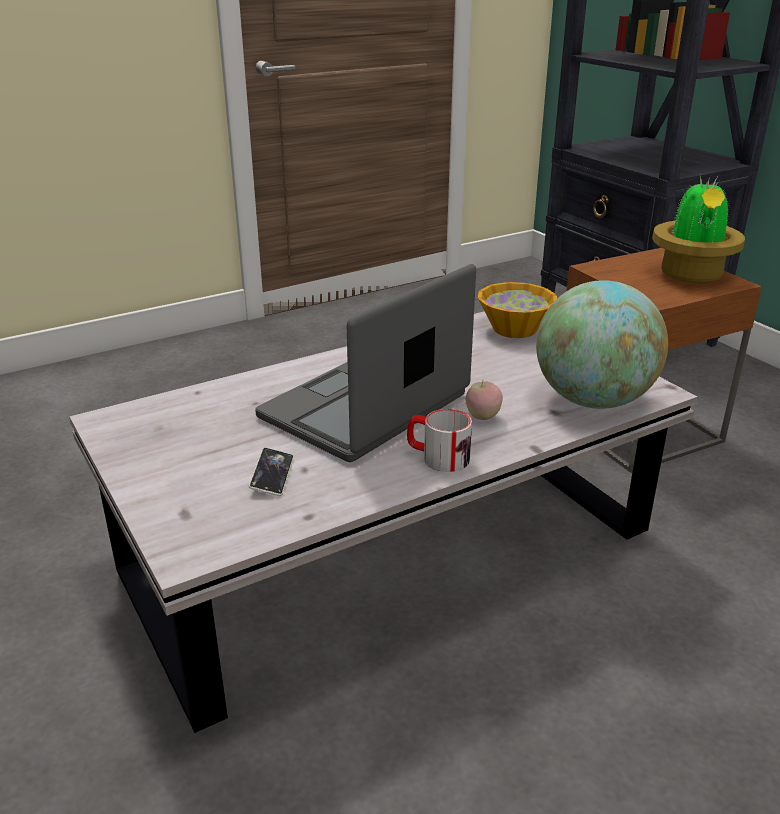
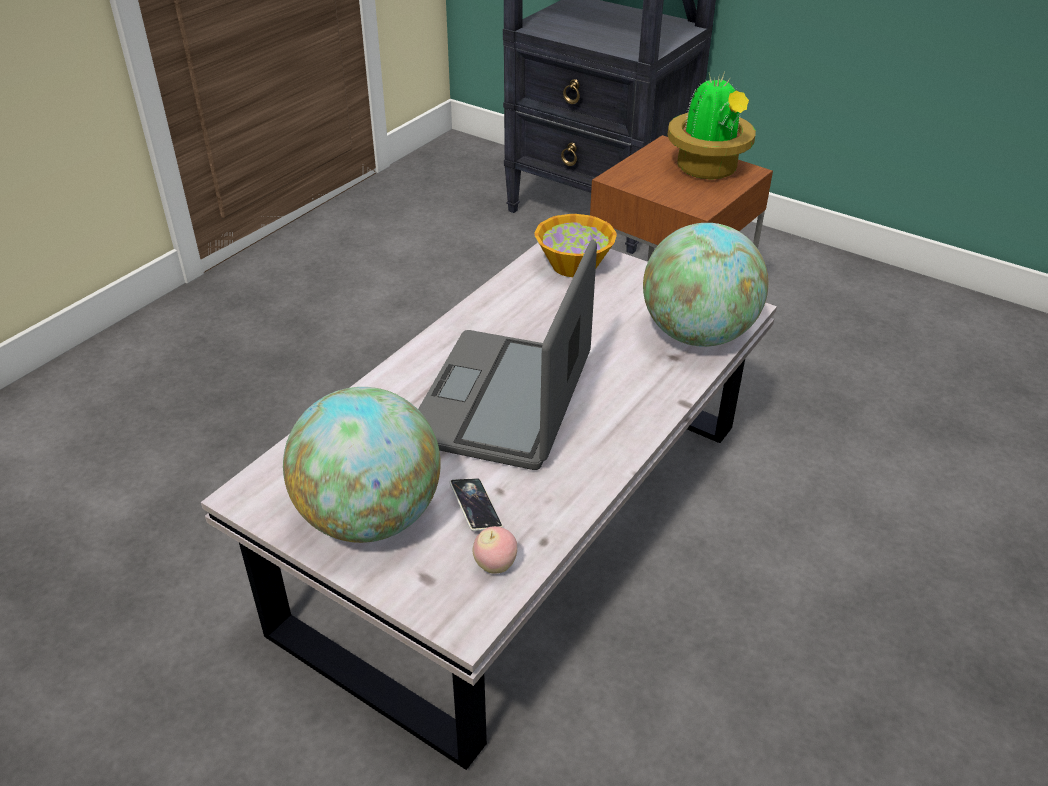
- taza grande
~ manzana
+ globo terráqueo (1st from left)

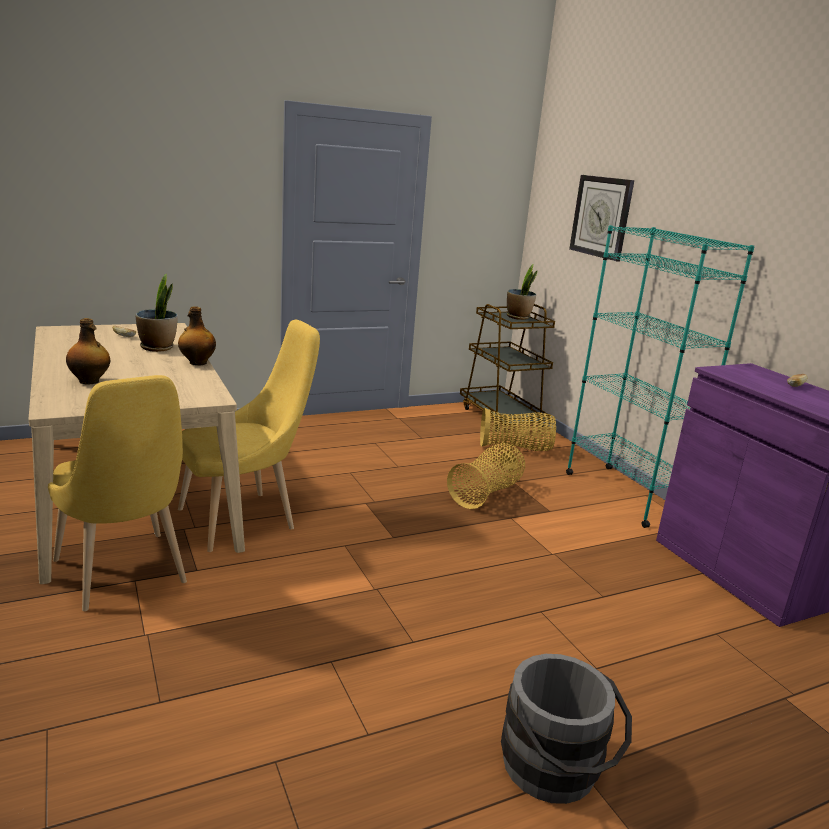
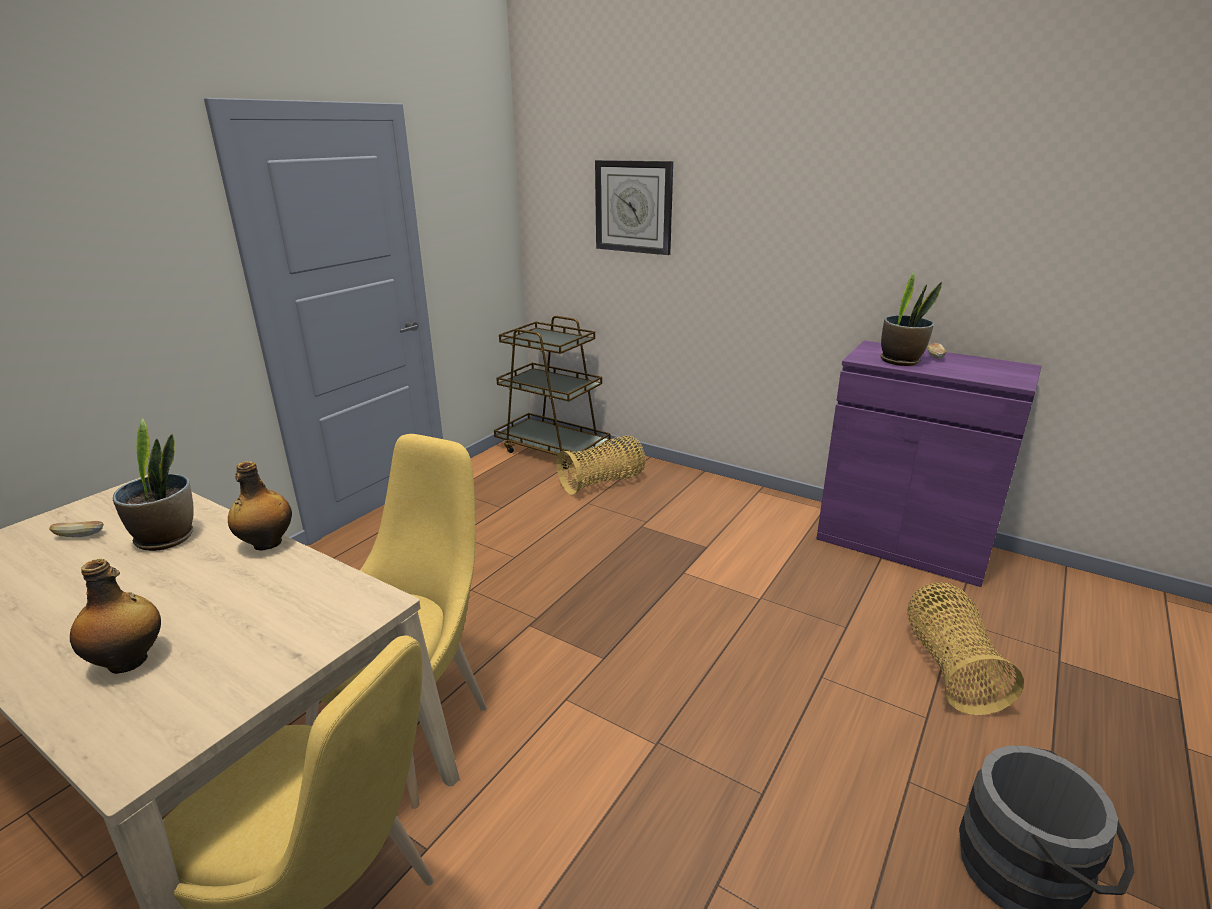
~ cesta (1st from left in the first image) to cesta (2nd from left)
~ planta en maceta (2nd from left)
- estantería [turquesa]

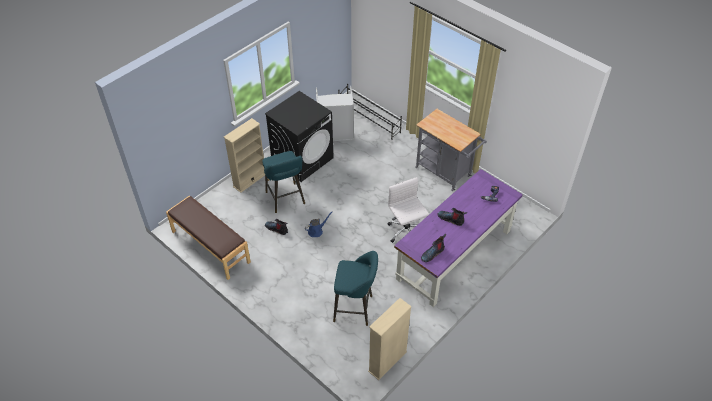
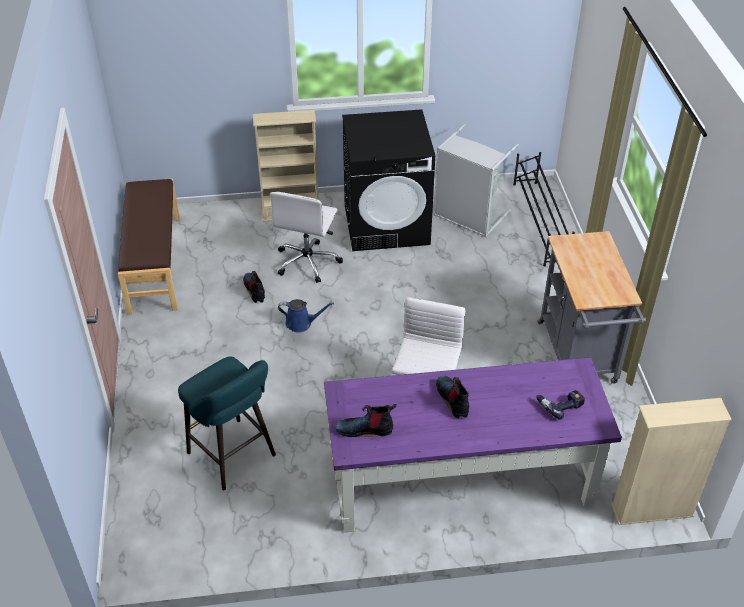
~ taburete [turquesa] (1st from left) to silla de oficina [blanco] (1st from left)
~ estantería [beis] (2nd from left)

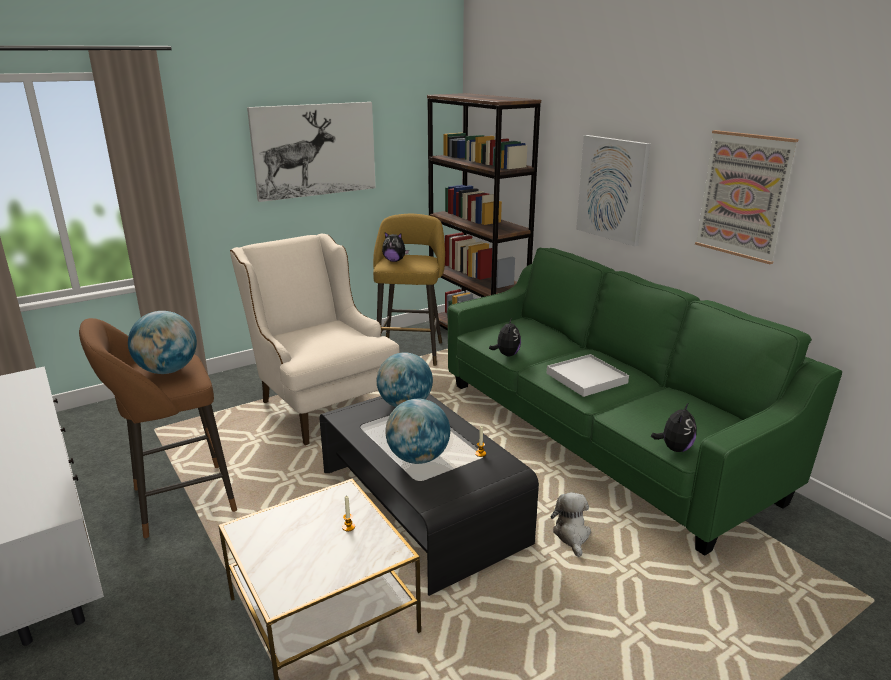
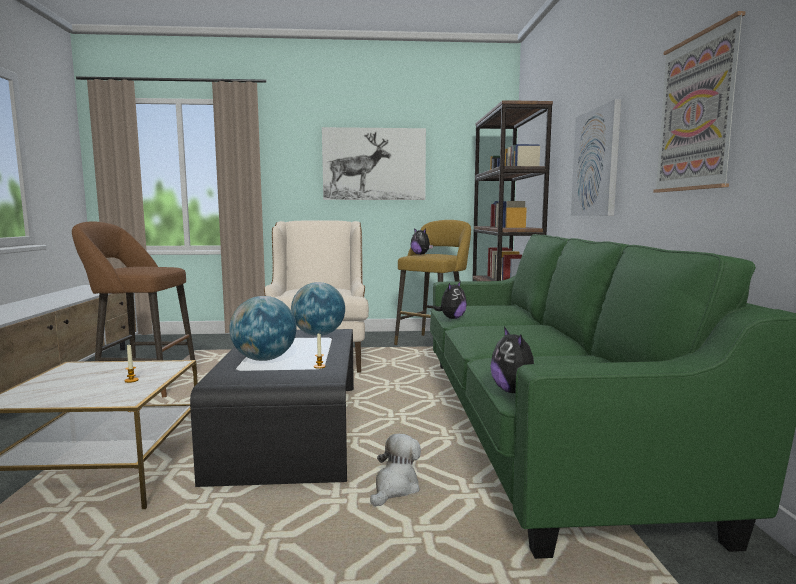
- globo terráqueo (1st from left)
- bandeja [blanco]
~ peluche (4th from left) 105 degrees clockwise

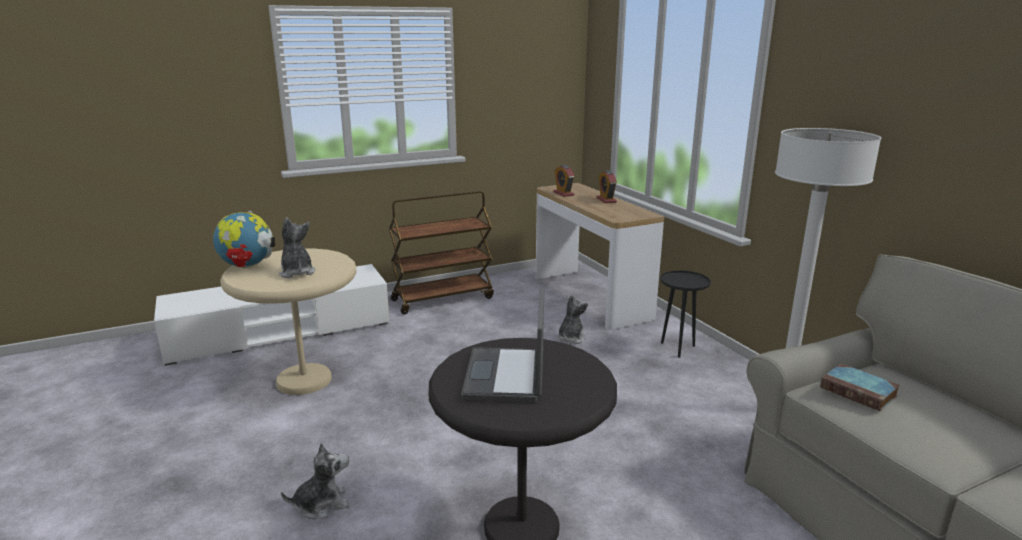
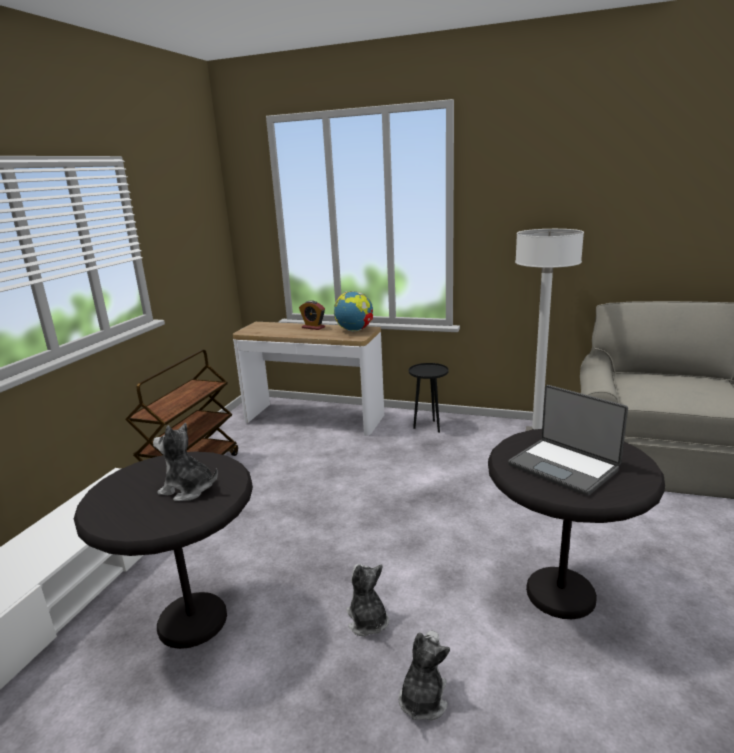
~ globo terráqueo
~ mesa auxiliar [beis] to mesa auxiliar [negro] (1st from left)
- despertador (1st from left)
~ peluche (3rd from left in the first image) to peluche (2nd from left)
- libro

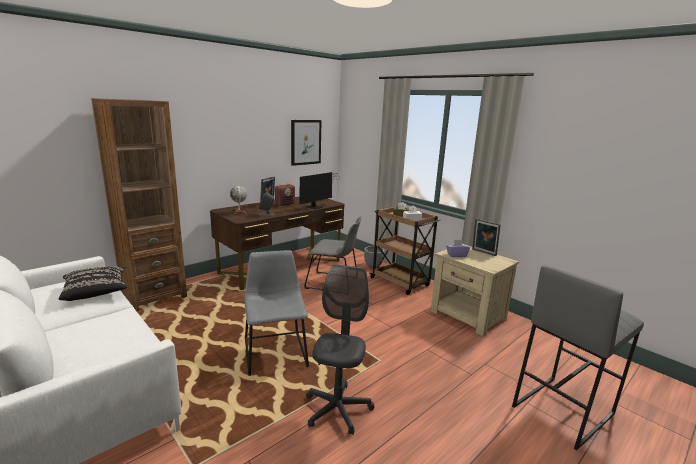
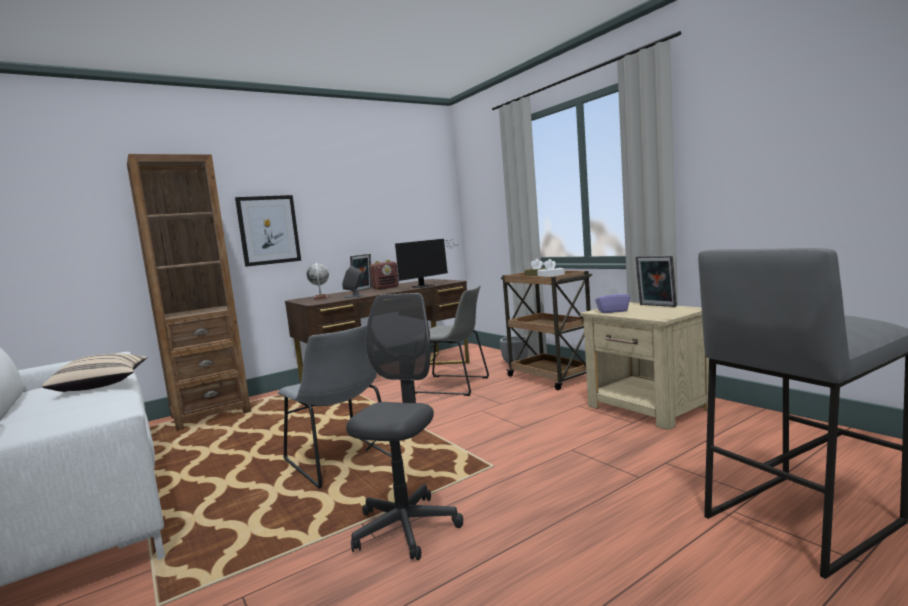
~ cojín [negro] to cojín [beis]
~ silla [gris] (1st from left) 150 degrees clockwise
~ cuadro

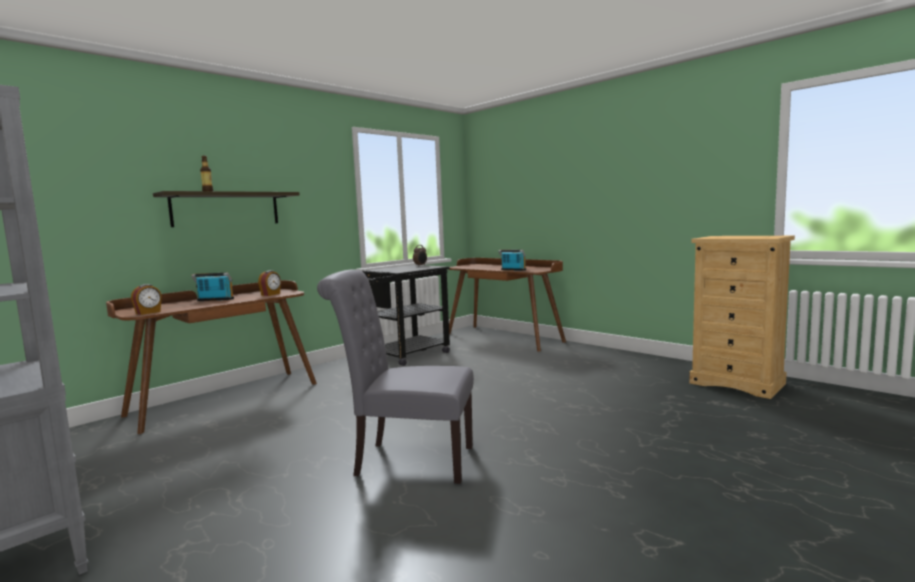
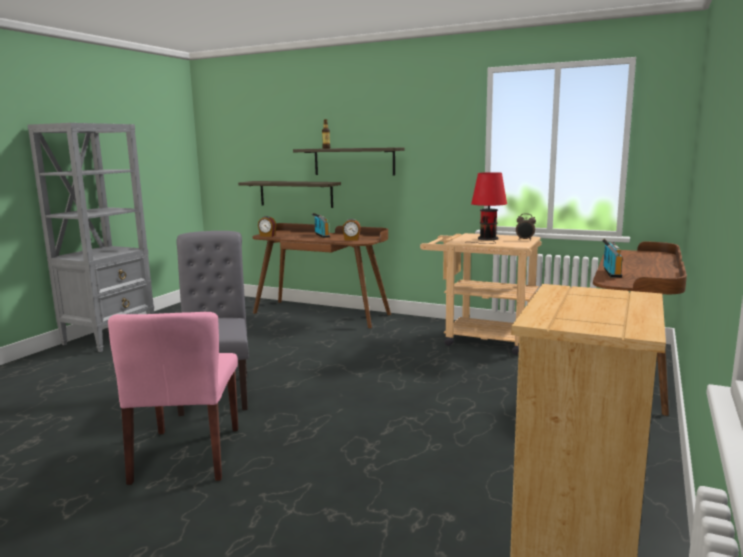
~ carrito [negro] to carrito [beis]
+ silla [rosa]
+ estante (1st from left)
+ lámpara de mesa [rojo]

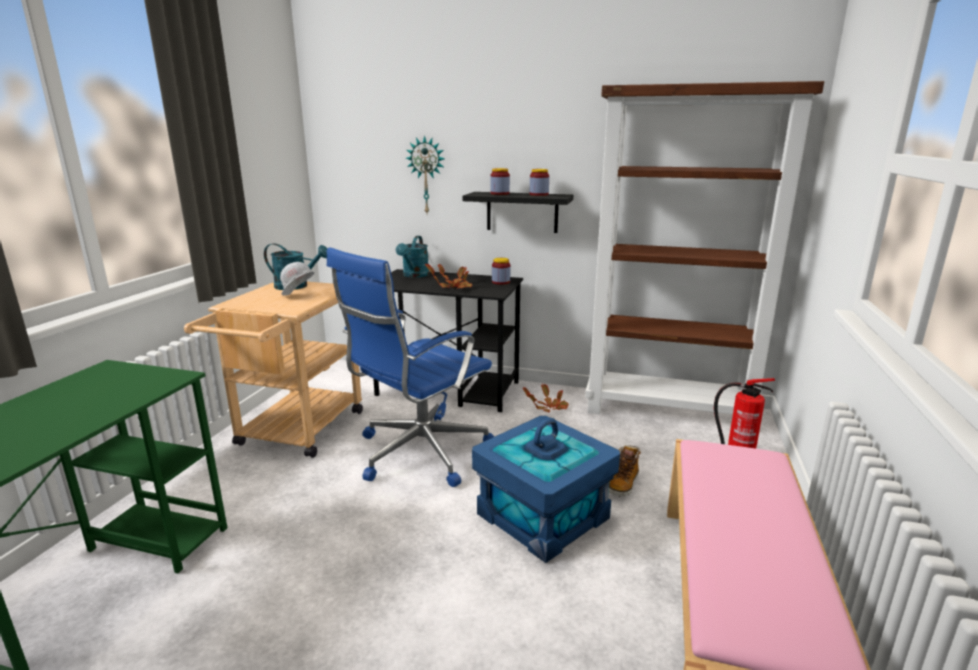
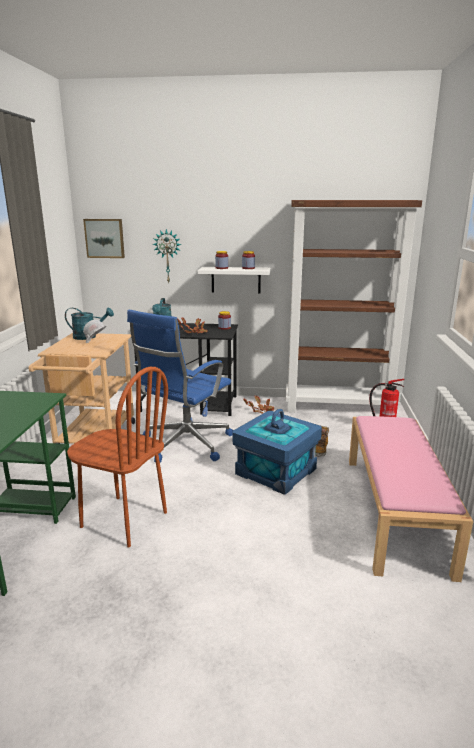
~ estante [negro] to estante [blanco]
+ silla [marrón]
+ cuadro

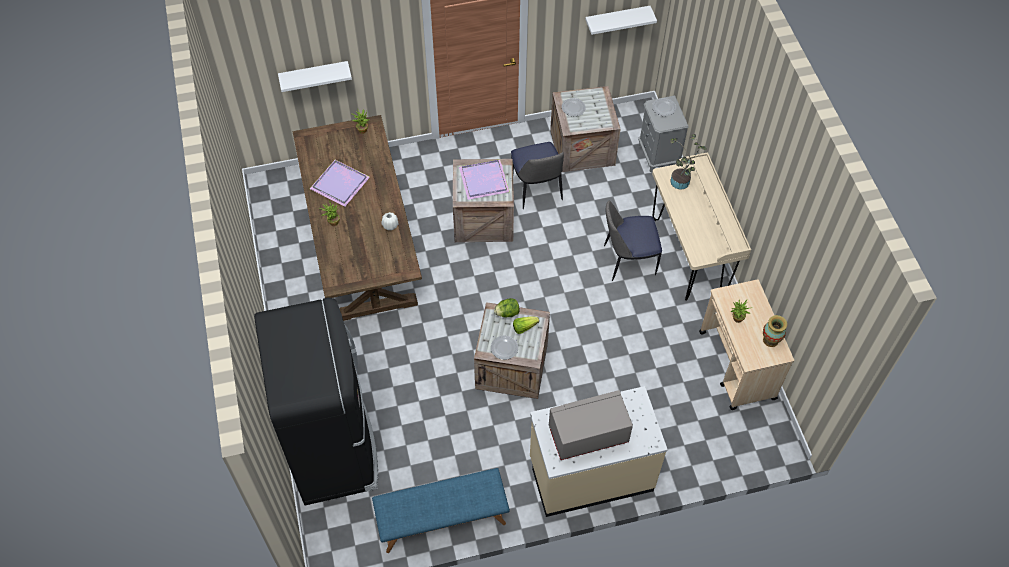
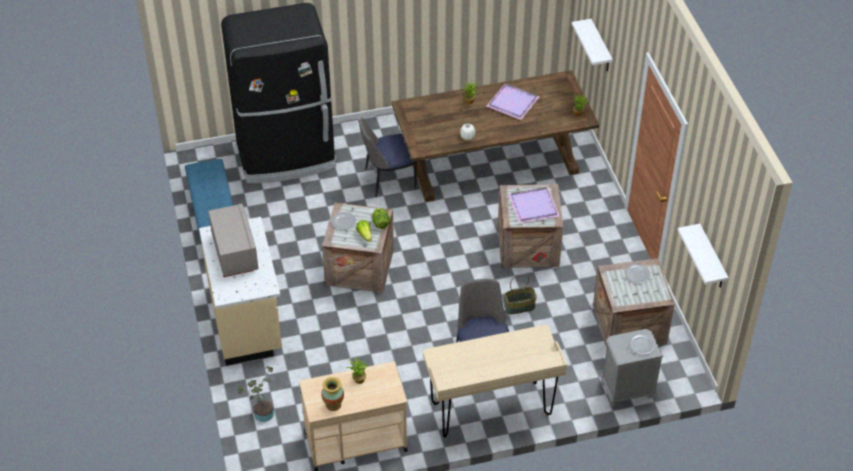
~ silla (1st from left)
~ planta en maceta (3rd from left in the first image) to planta en maceta (1st from left)
+ cesta

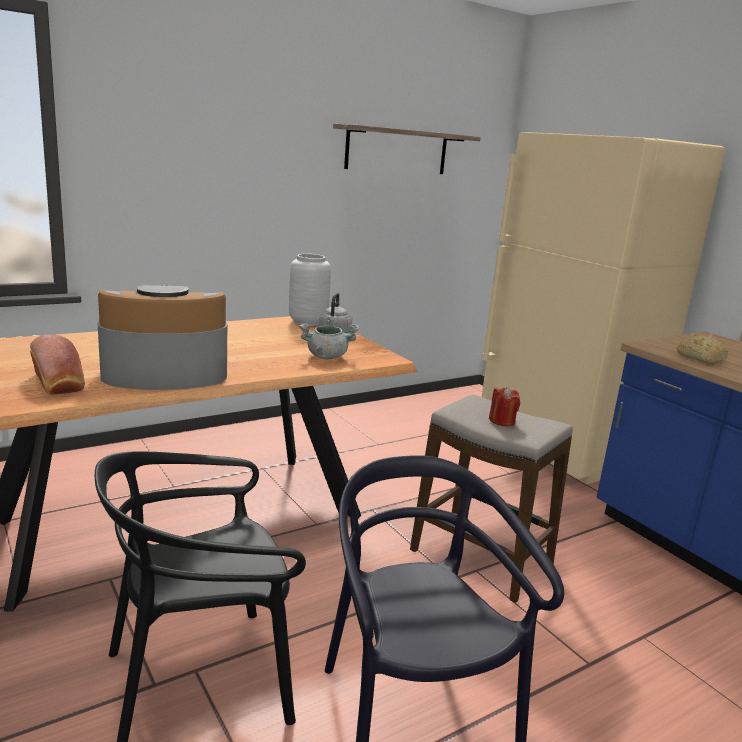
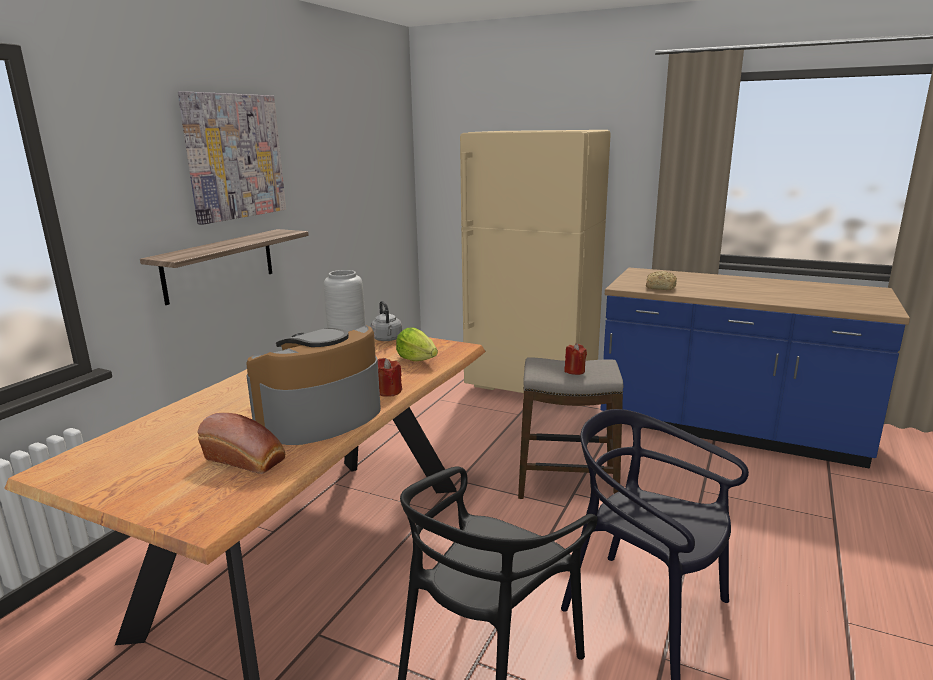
~ olla [gris] to lechuga
~ estante
+ cuadro
+ vela [rojo] (1st from left)

